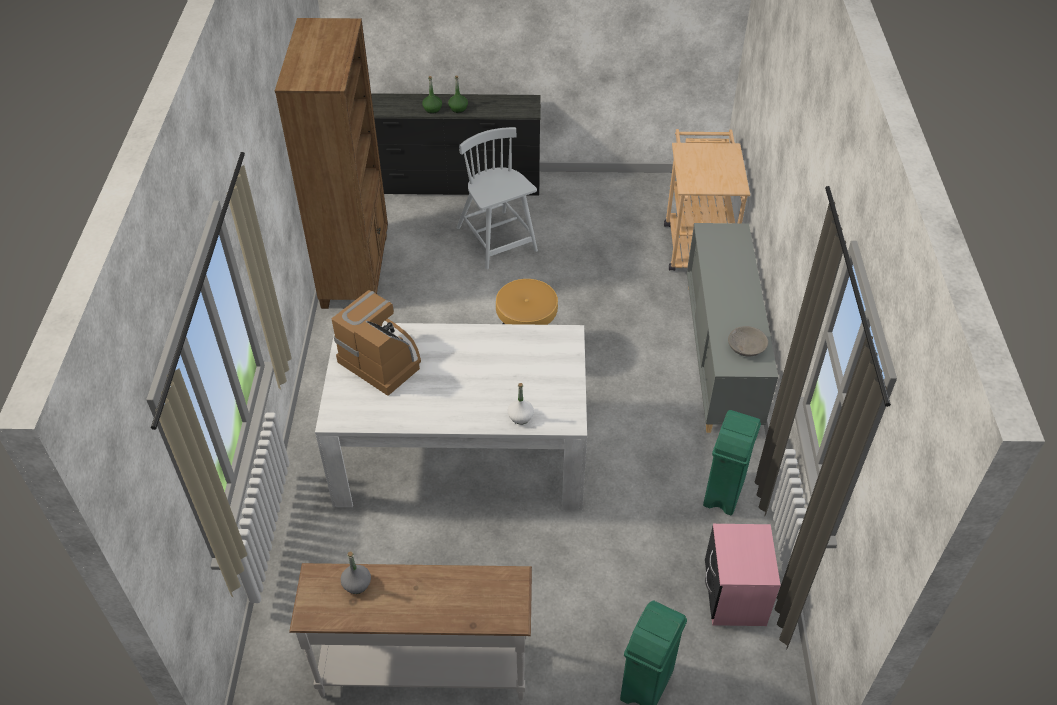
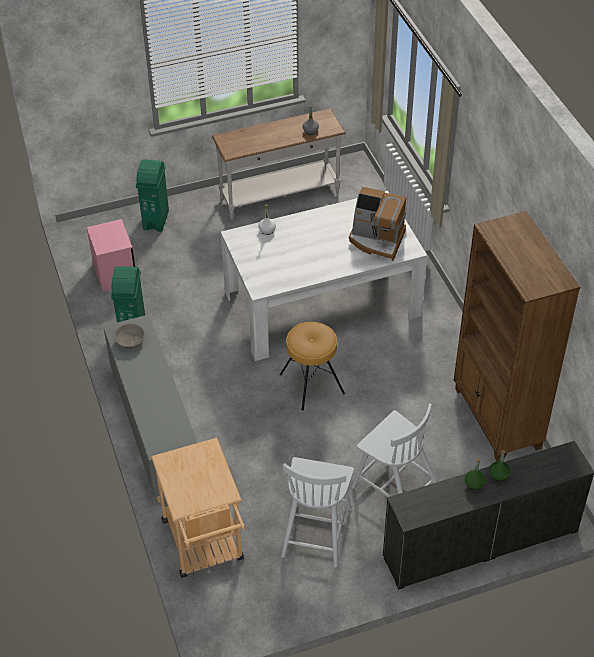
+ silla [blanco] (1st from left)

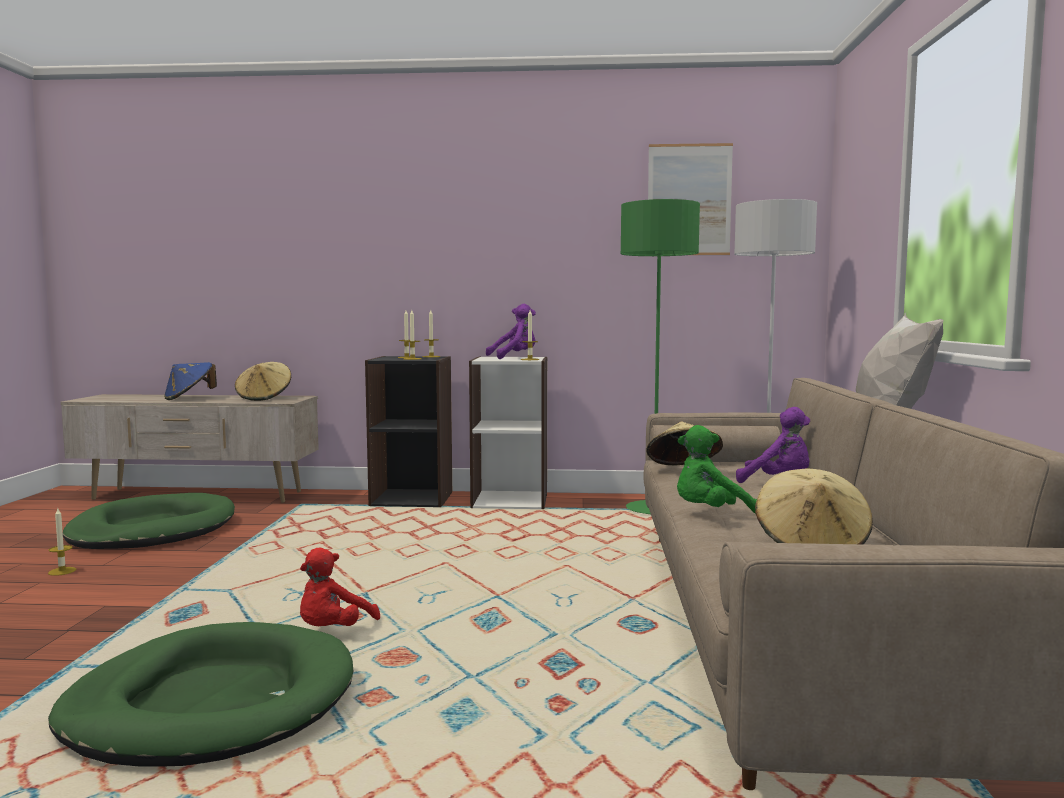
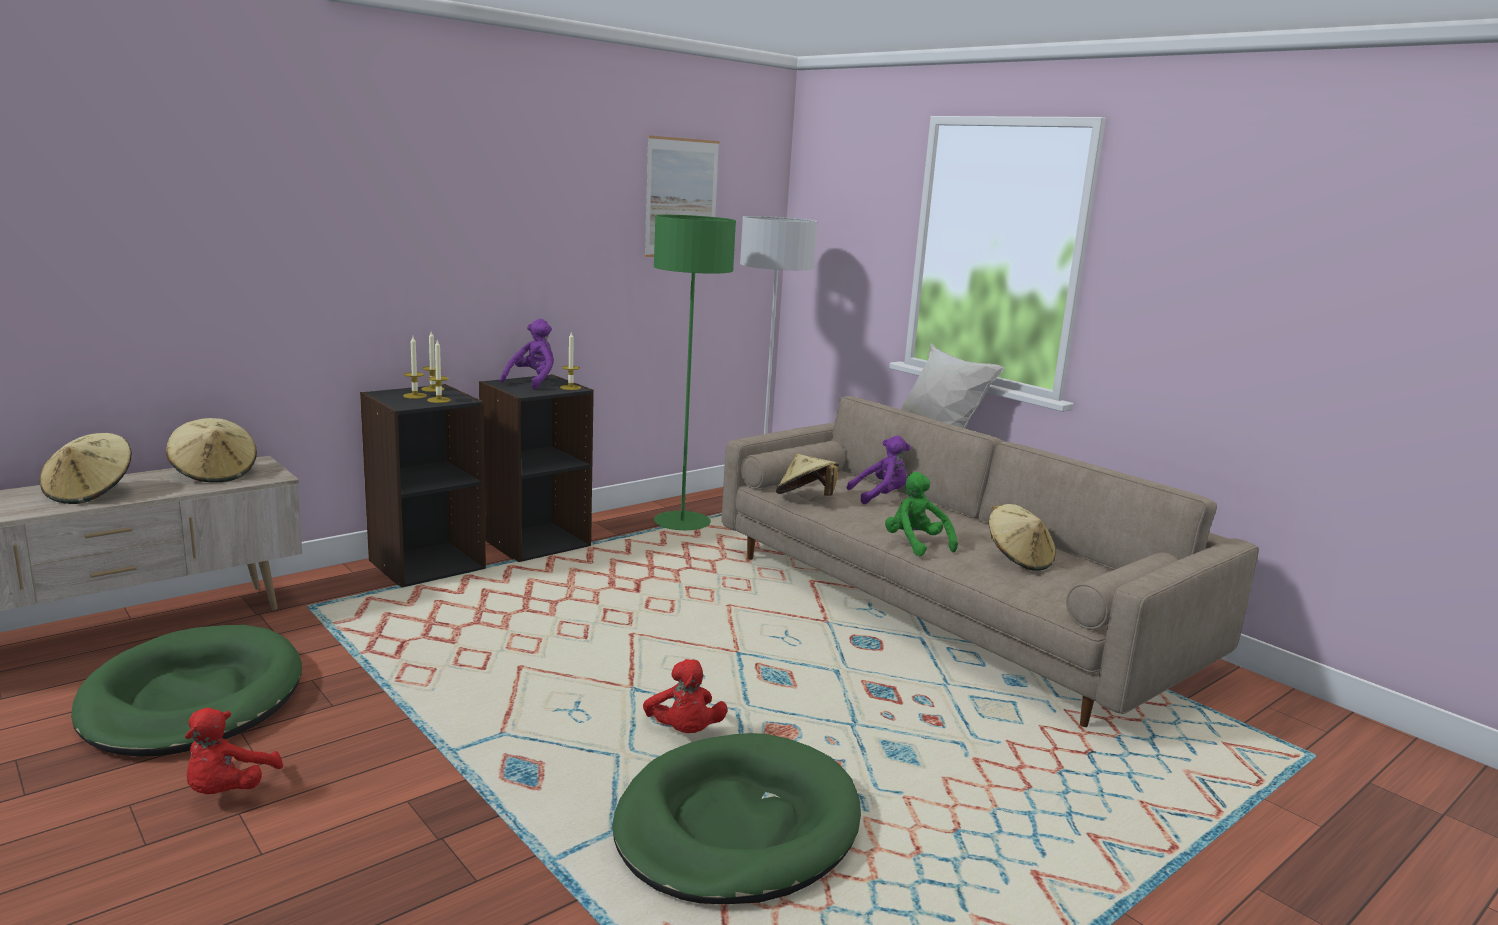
~ vela (1st from left) to peluche [rojo] (1st from left)
~ sombrero [azul] to sombrero [beis] (1st from left)
~ estantería [blanco] to estantería [negro] (2nd from left)
~ peluche [verde] 120 degrees clockwise

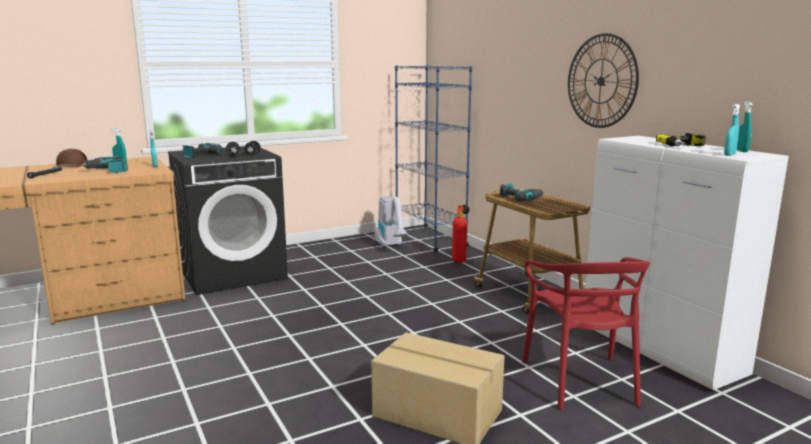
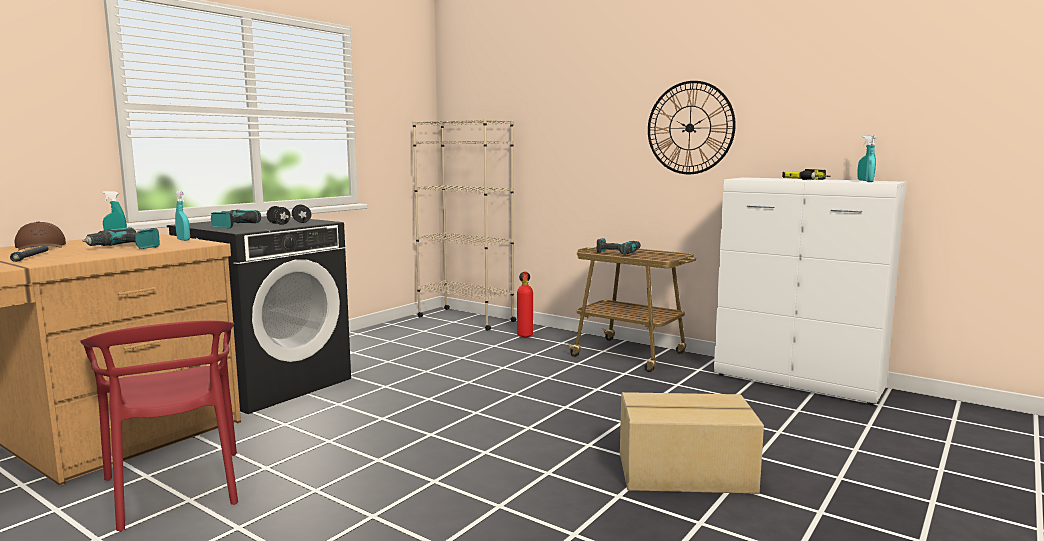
- aspiradora
~ estantería [azul] to estantería [beis]
~ silla [rojo]

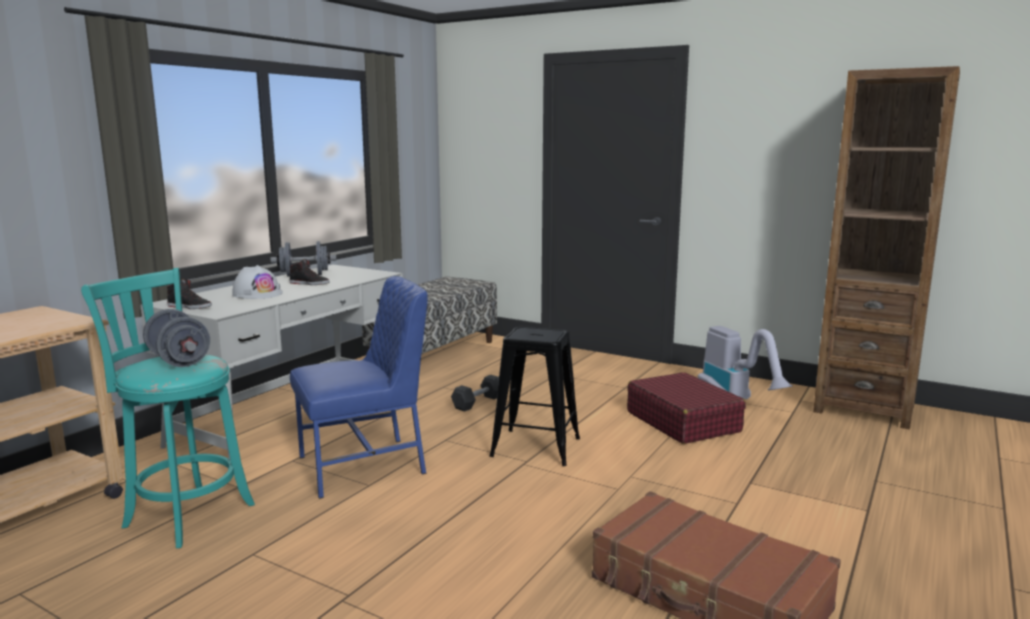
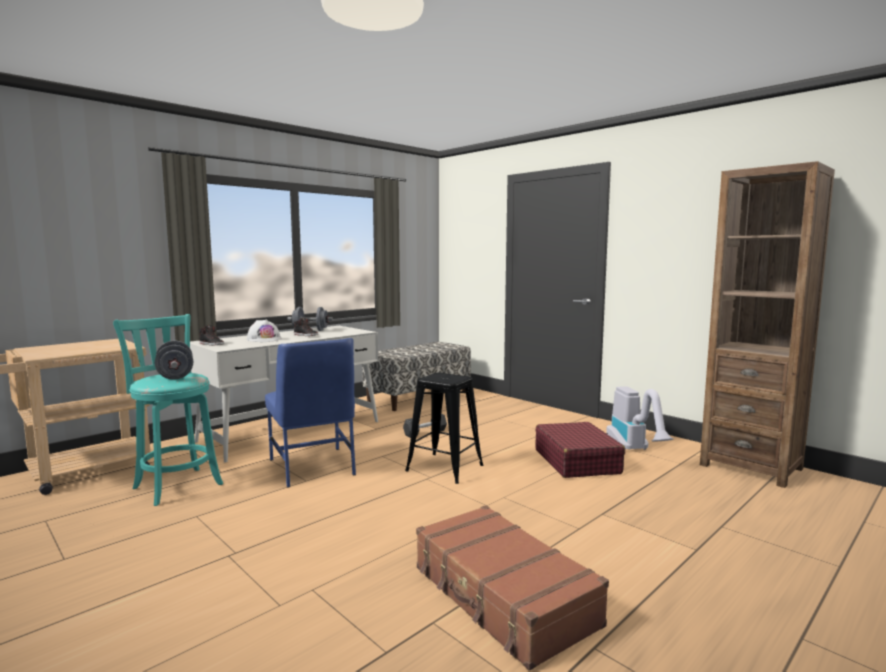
~ silla [azul] 75 degrees clockwise

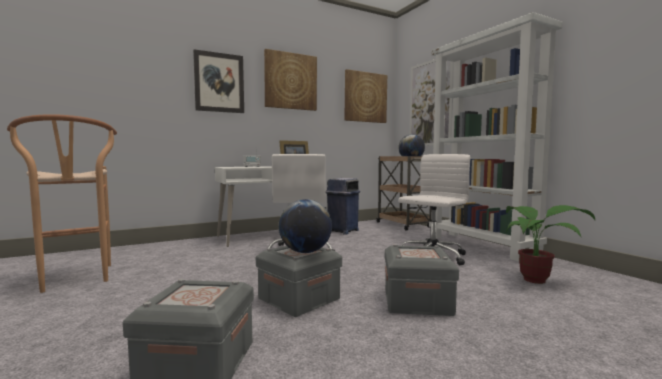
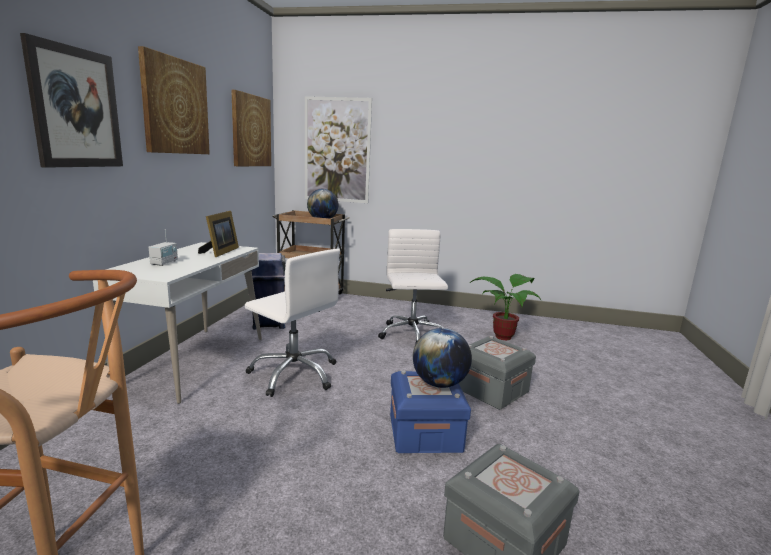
~ caja de almacenaje [gris] (2nd from left) to caja de almacenaje [azul]
- estantería [blanco]

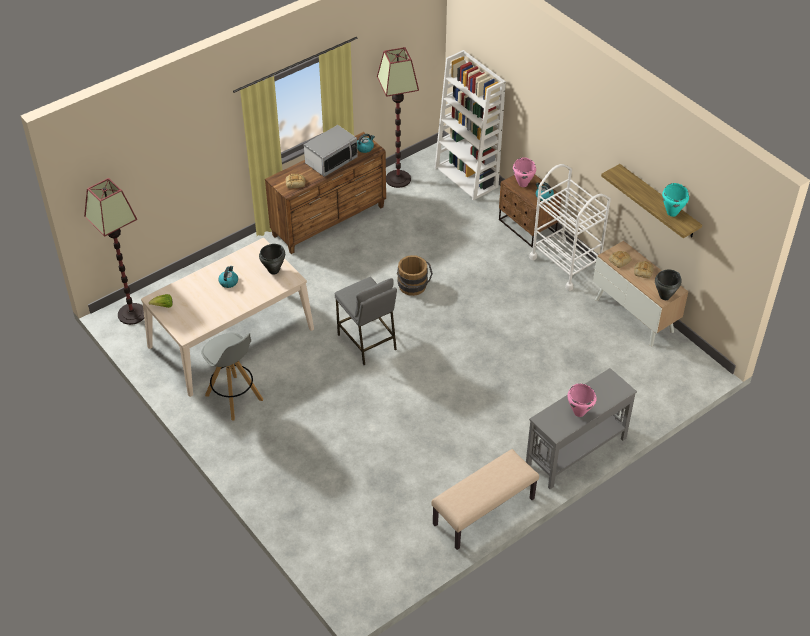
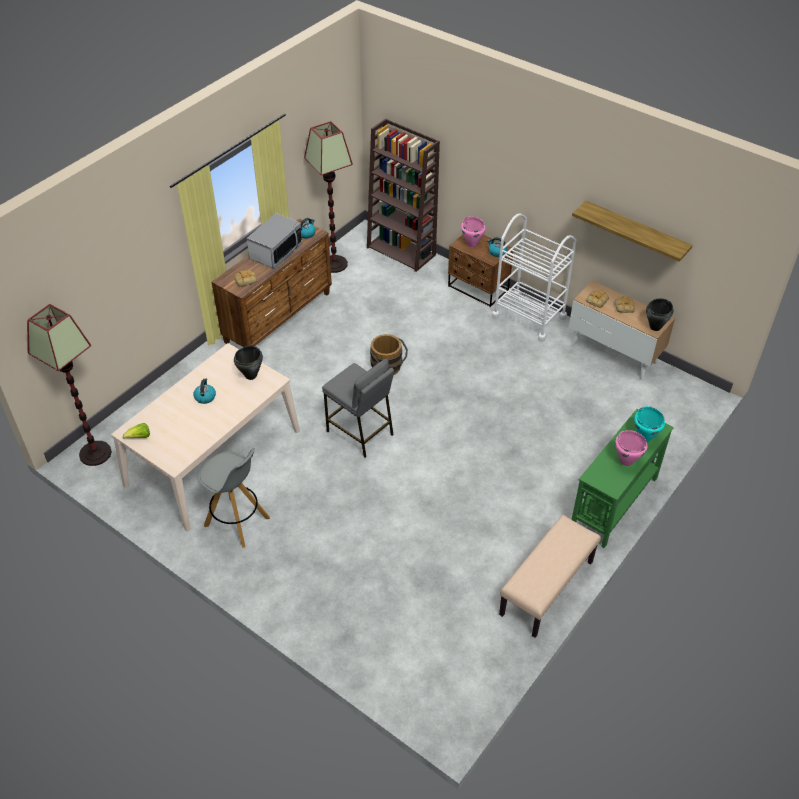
~ estantería [blanco] to estantería [marrón]
~ mesa consola [gris] to mesa consola [verde]
~ olla [turquesa]

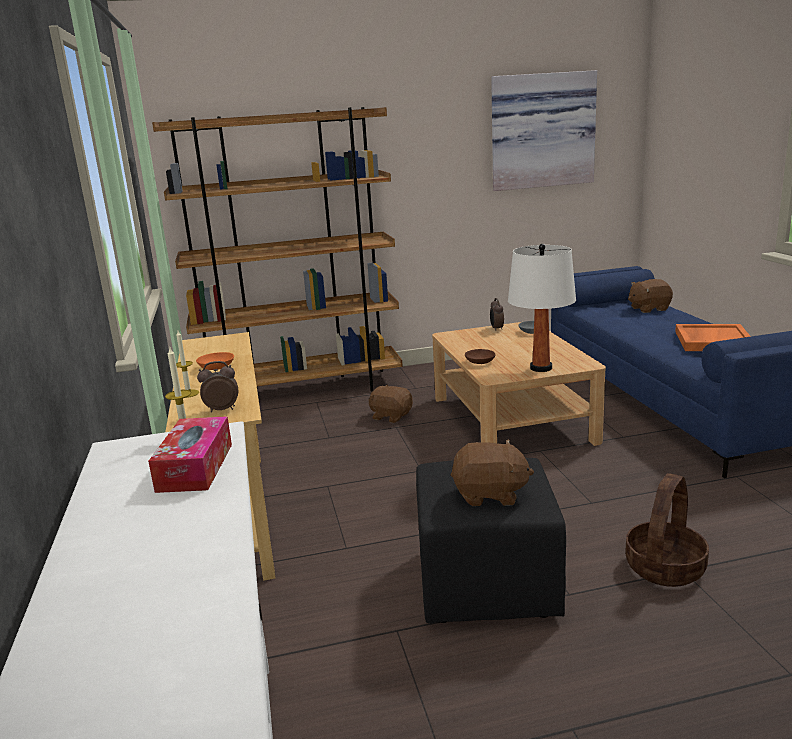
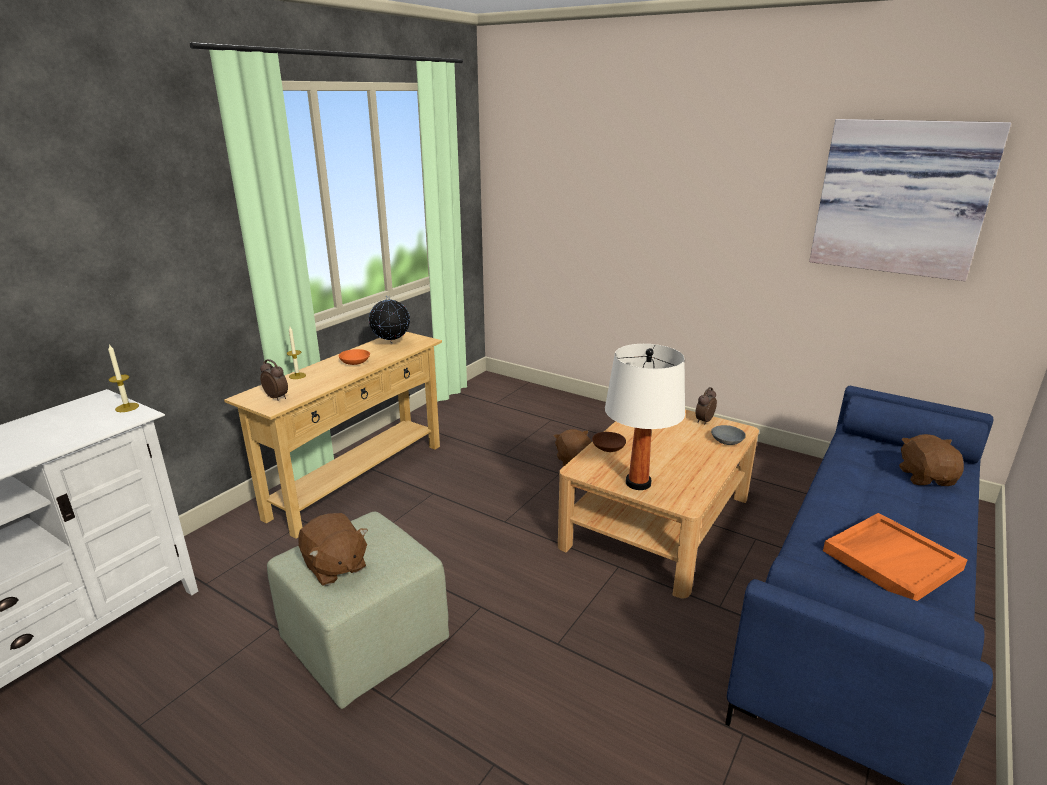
- caja de pañuelos
- estantería [marrón]
~ puf [negro] to puf [verde]
- cesta
~ peluche [marrón] (3rd from left) 60 degrees clockwise
+ globo terráqueo

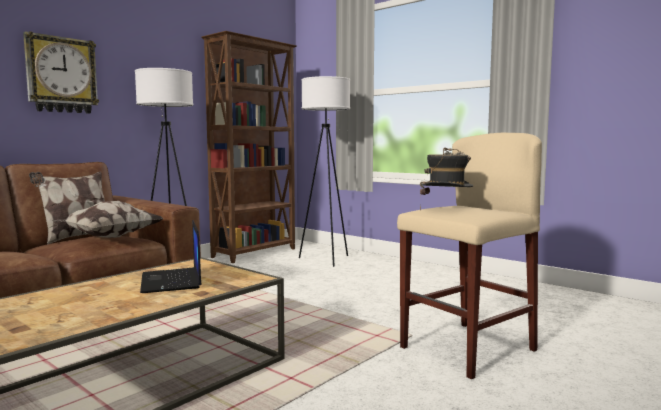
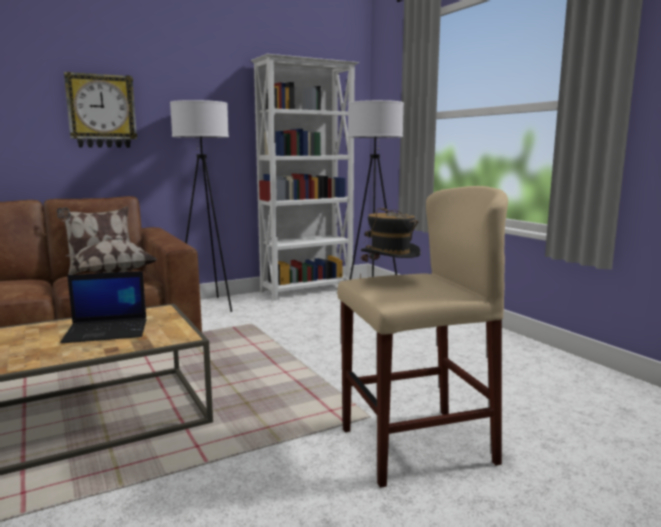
~ portátil 105 degrees counterclockwise
~ estantería [marrón] to estantería [blanco]

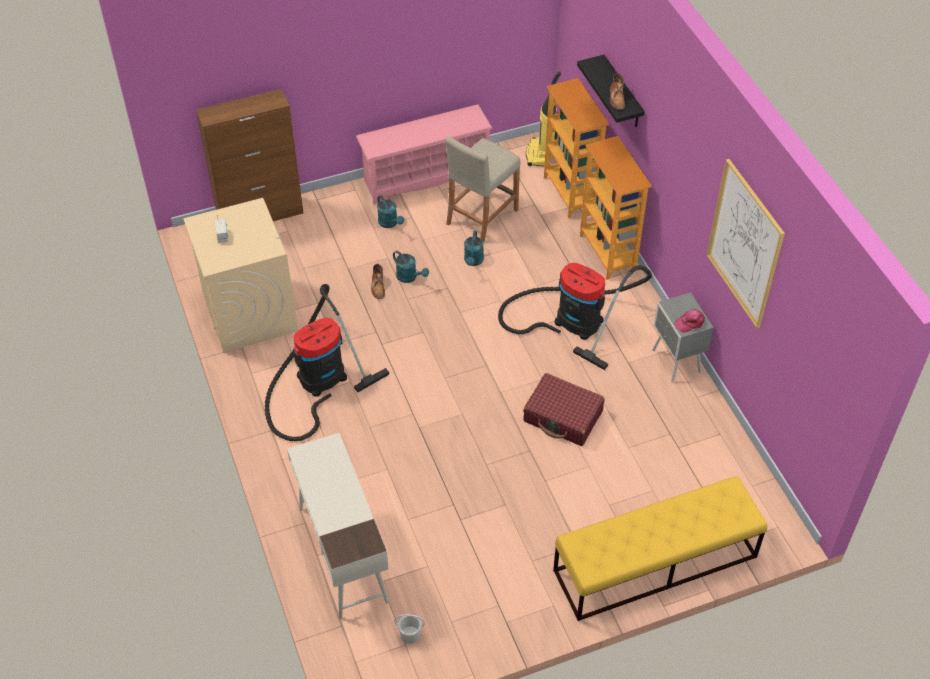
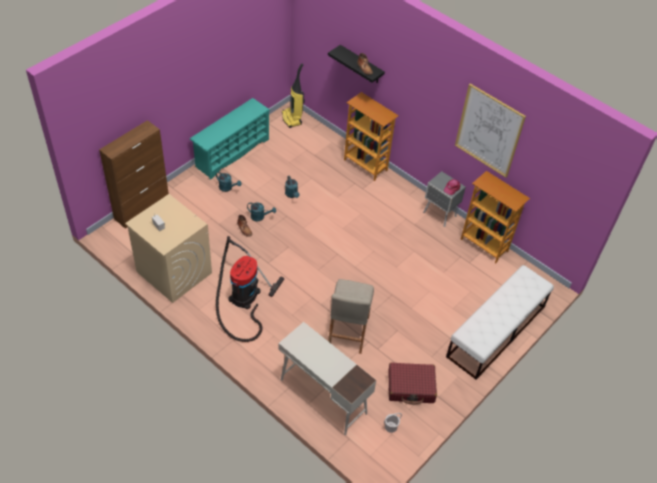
~ zapatero [rosa] to zapatero [turquesa]
~ taburete [beis]
- aspiradora (3rd from left)
~ maleta [rojo]
~ estantería (1st from left in the first image) to estantería (2nd from left)
~ banco [amarillo] to banco [blanco]

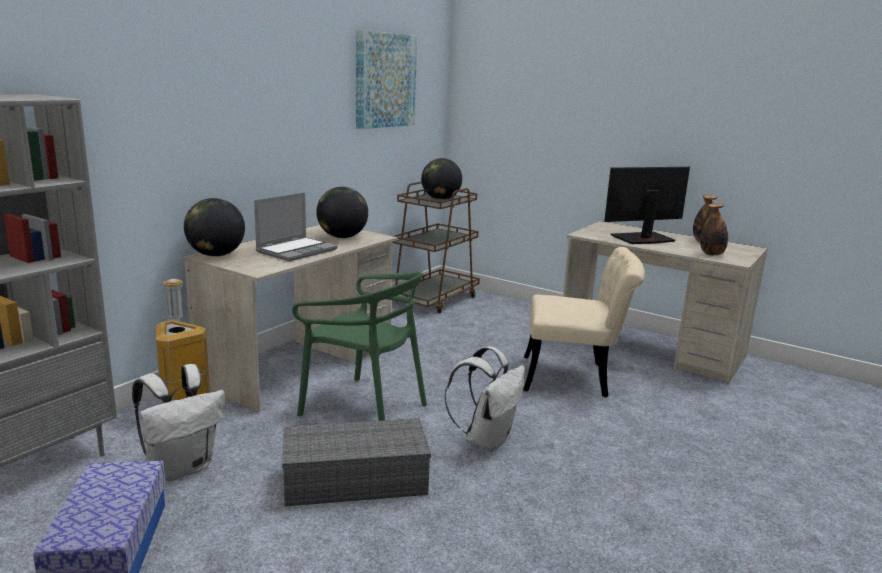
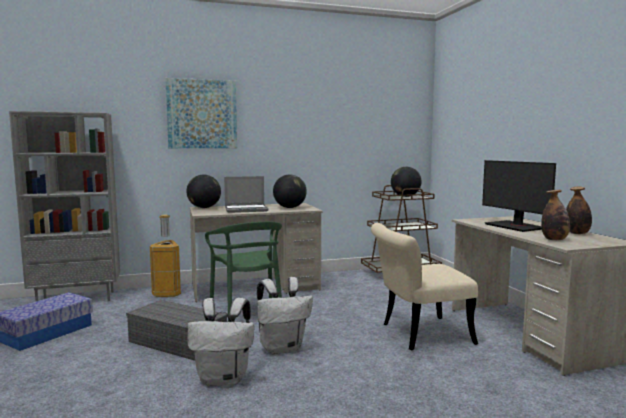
~ mochila [blanco] (1st from left)
~ cuadro
~ silla [beis] 120 degrees clockwise
~ monitor 135 degrees counterclockwise

